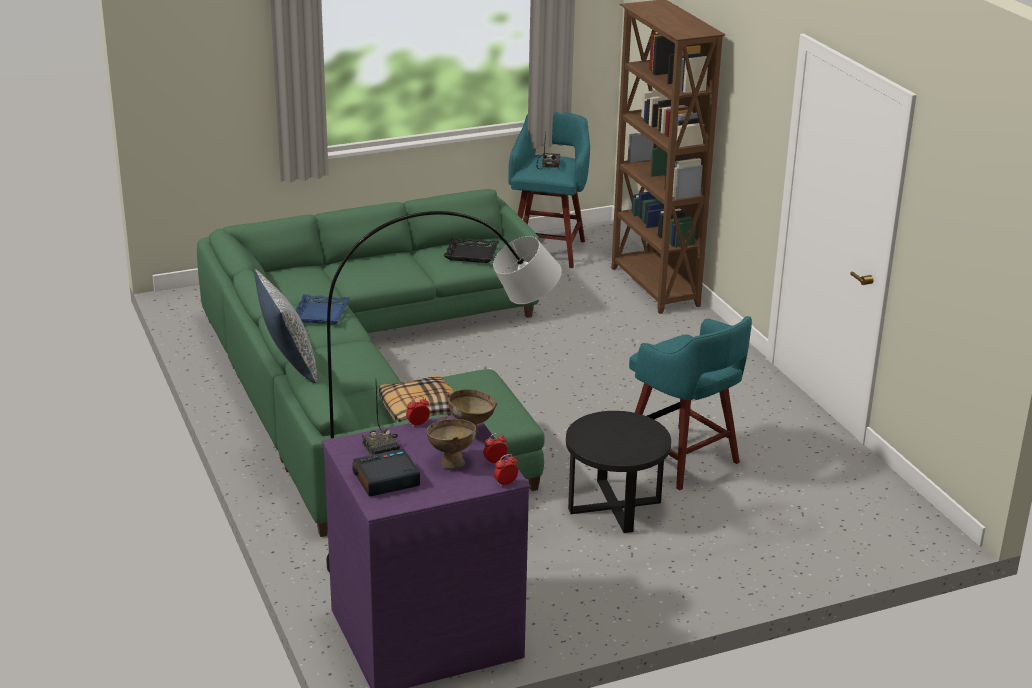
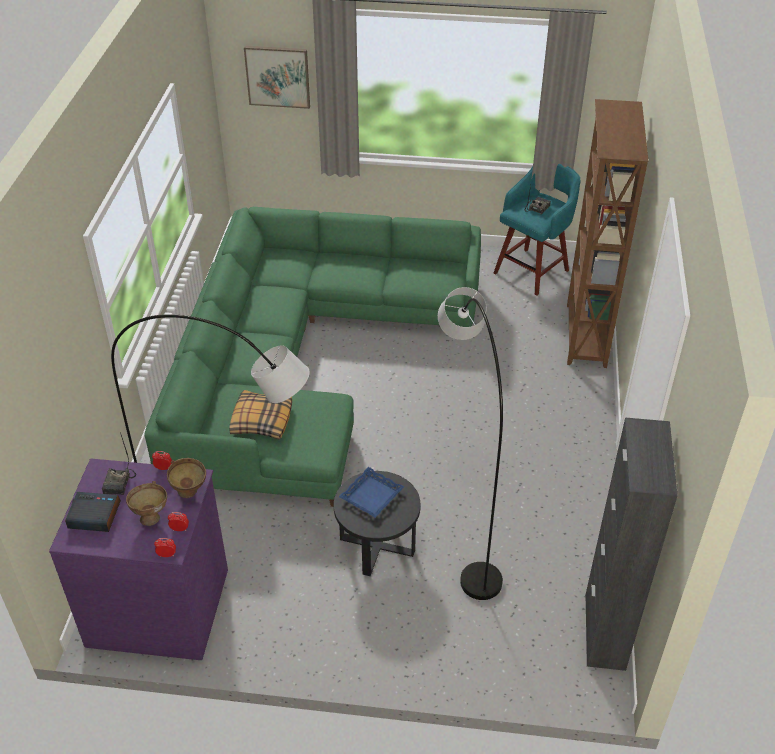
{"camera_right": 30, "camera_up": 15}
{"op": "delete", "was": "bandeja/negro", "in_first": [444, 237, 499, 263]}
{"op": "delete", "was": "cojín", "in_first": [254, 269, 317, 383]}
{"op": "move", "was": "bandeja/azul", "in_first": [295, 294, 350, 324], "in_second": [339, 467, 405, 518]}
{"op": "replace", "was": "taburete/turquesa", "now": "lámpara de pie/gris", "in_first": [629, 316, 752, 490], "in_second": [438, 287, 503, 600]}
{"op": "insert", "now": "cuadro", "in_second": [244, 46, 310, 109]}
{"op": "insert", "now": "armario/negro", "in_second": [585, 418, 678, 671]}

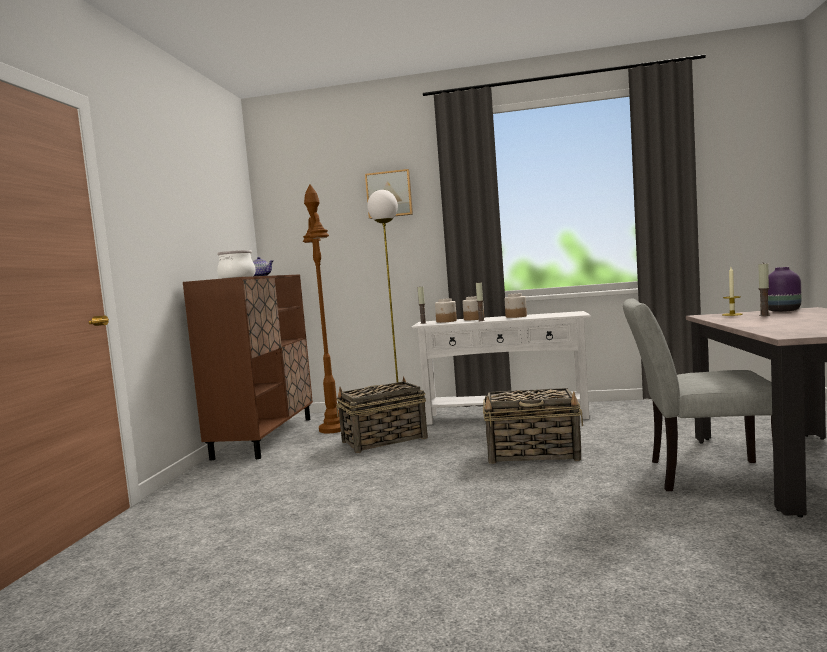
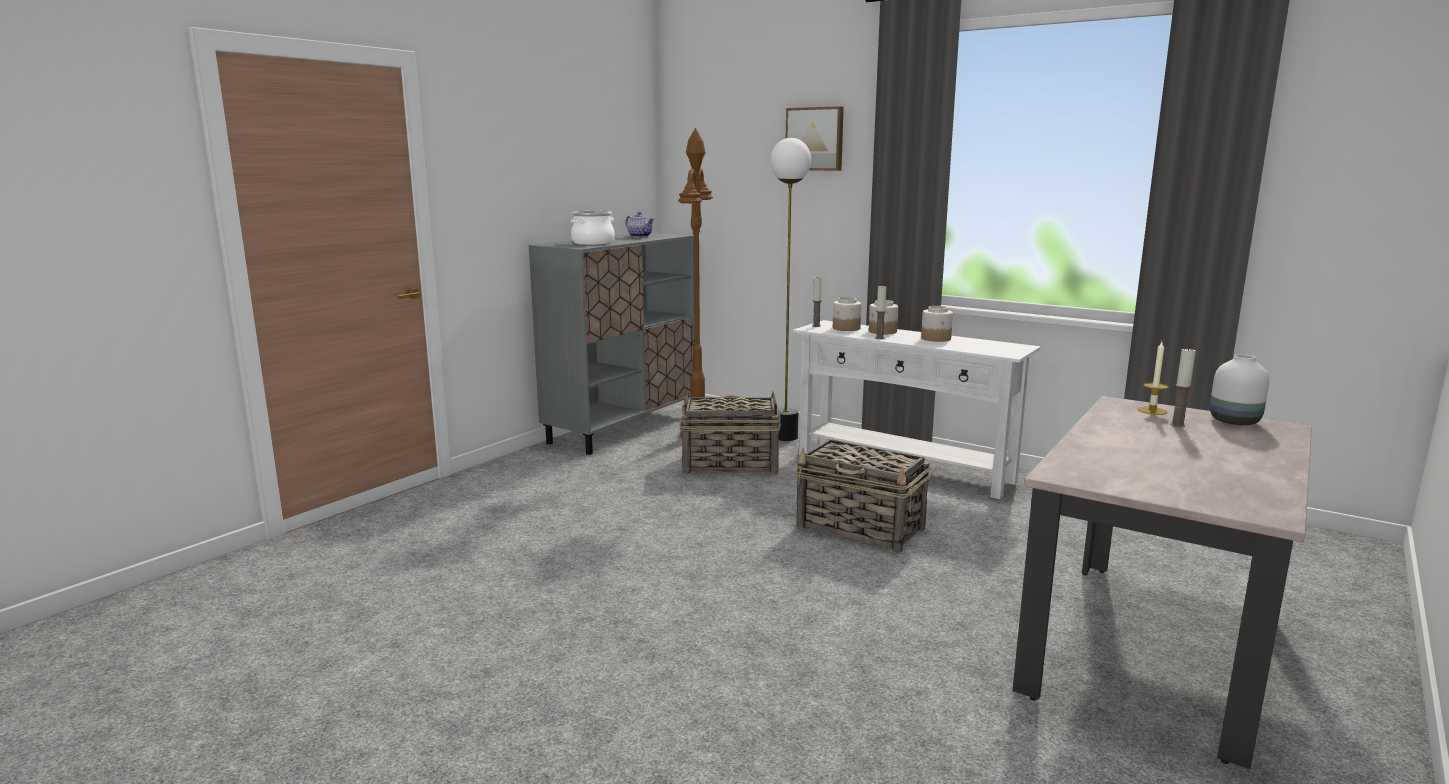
{"camera_right": 25, "camera_up": 10}
{"op": "recolor", "was": "florero/morado", "now": "florero/blanco", "in_first": [768, 267, 801, 312], "in_second": [1210, 354, 1269, 425]}
{"op": "recolor", "was": "armario/marrón", "now": "armario/gris", "in_first": [183, 274, 313, 461], "in_second": [529, 233, 695, 455]}
{"op": "delete", "was": "silla/gris", "in_first": [623, 298, 773, 491]}

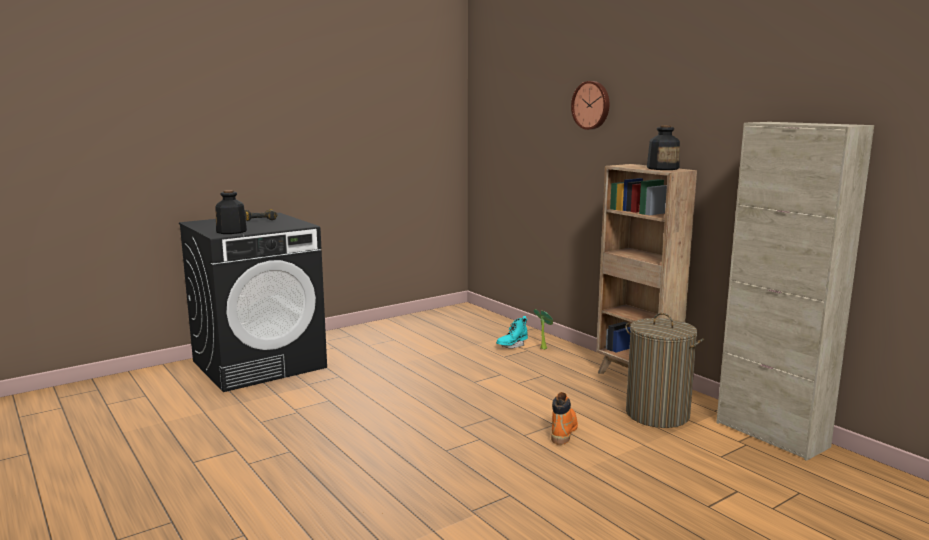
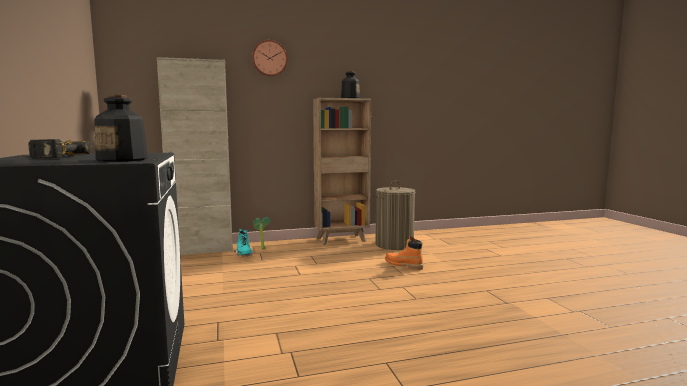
{"camera_right": -70, "camera_up": -5}
{"op": "move", "was": "armario/beis", "in_first": [716, 122, 874, 461], "in_second": [157, 57, 233, 255]}

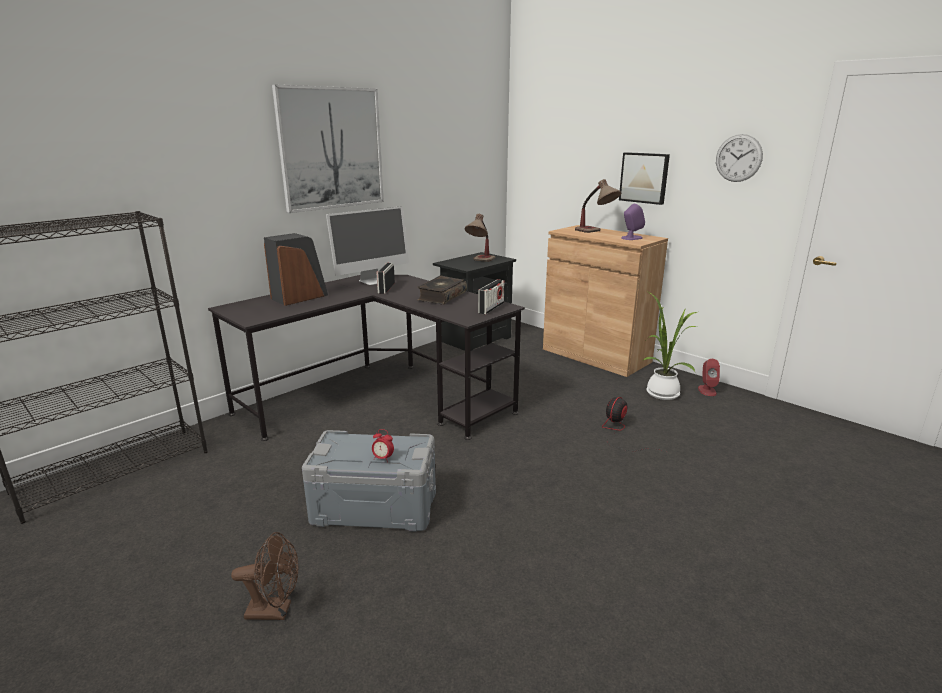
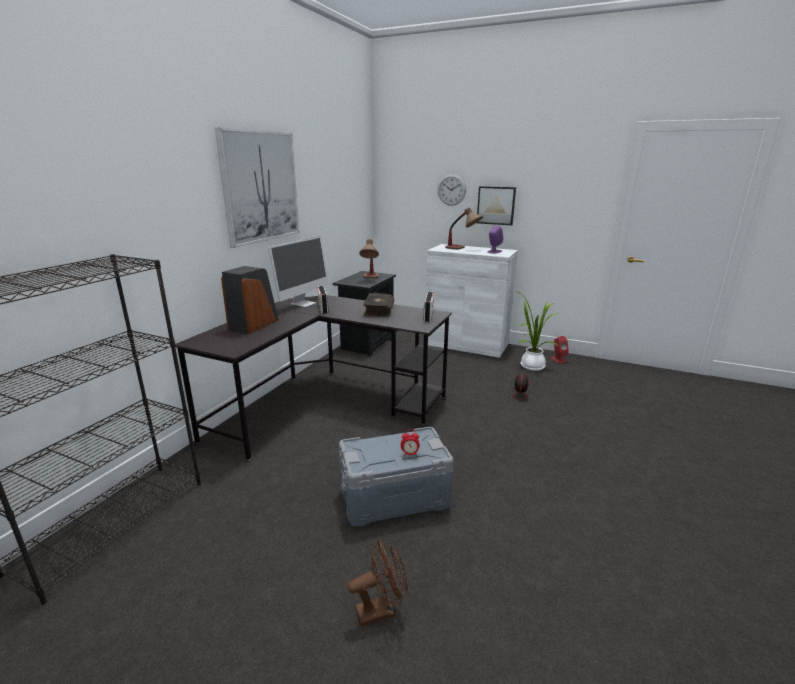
{"camera_right": -20, "camera_up": 0}
{"op": "move", "was": "reloj de pared", "in_first": [716, 134, 763, 182], "in_second": [438, 174, 466, 206]}
{"op": "recolor", "was": "armario/marrón", "now": "armario/blanco", "in_first": [543, 225, 668, 377], "in_second": [426, 244, 518, 358]}

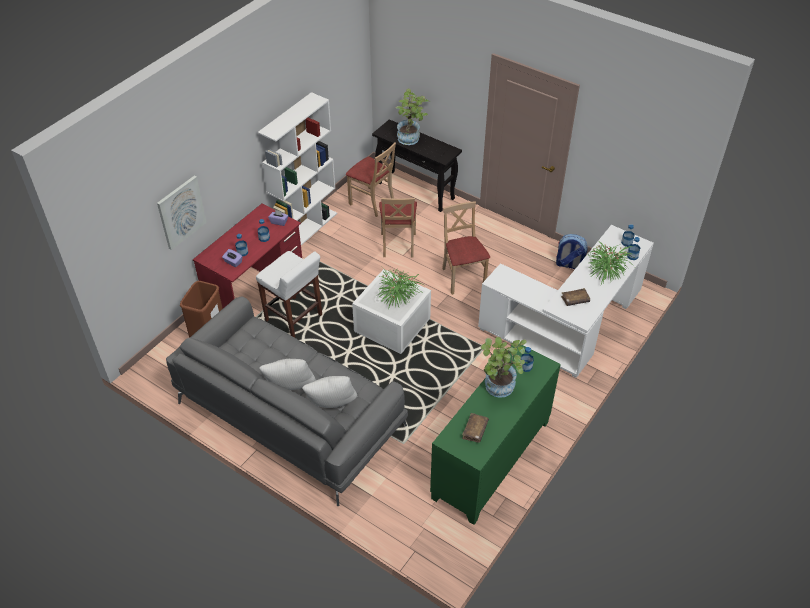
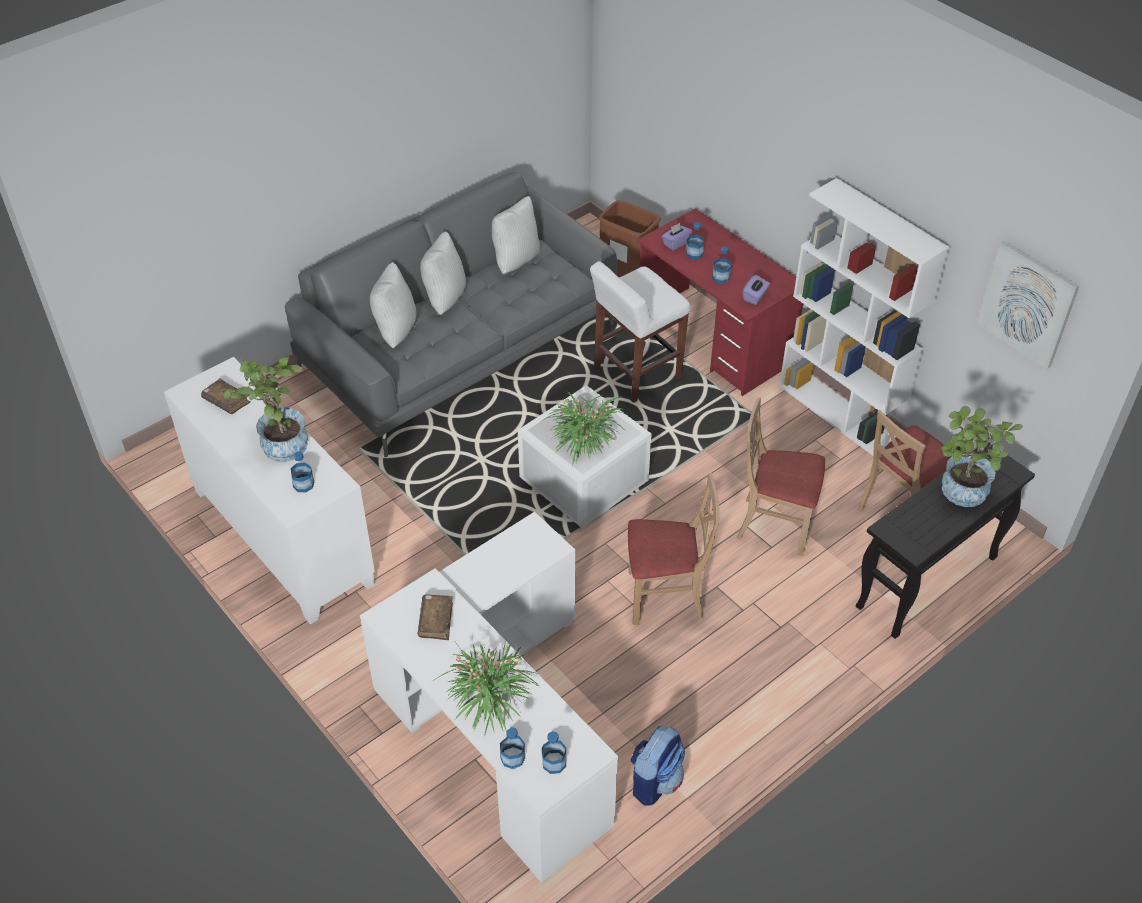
{"camera_right": 105, "camera_up": 0}
{"op": "move", "was": "cuadro", "in_first": [157, 176, 207, 250], "in_second": [977, 241, 1080, 369]}
{"op": "recolor", "was": "armario/verde", "now": "armario/blanco", "in_first": [430, 343, 561, 525], "in_second": [164, 357, 375, 625]}
{"op": "insert", "now": "cojín/blanco", "in_second": [492, 196, 540, 274]}

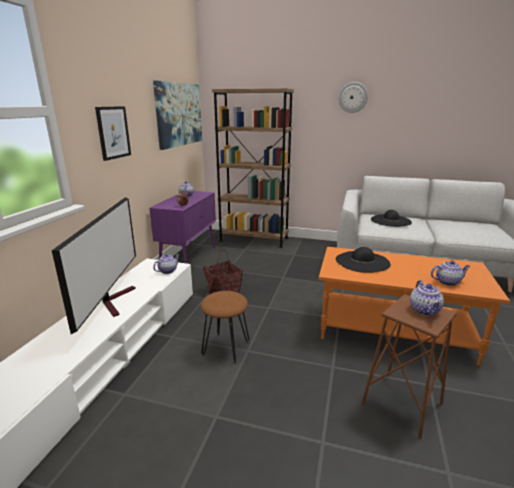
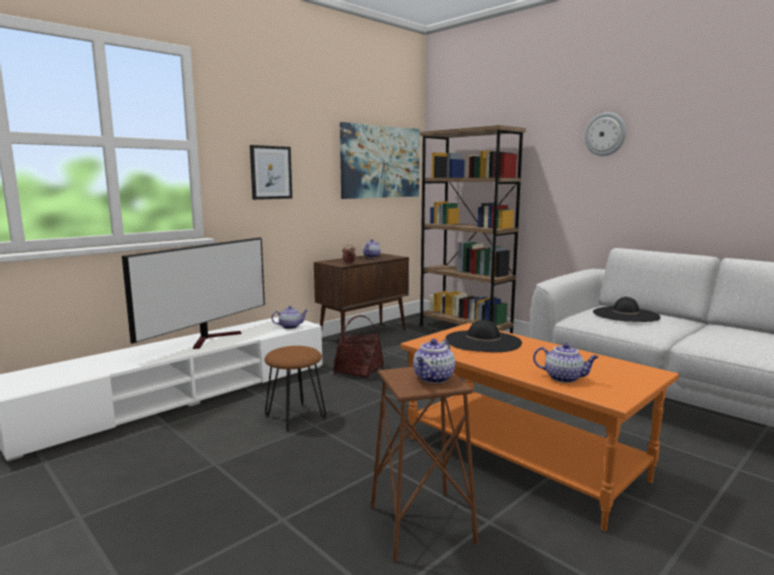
{"camera_right": 30, "camera_up": -10}
{"op": "recolor", "was": "armario/morado", "now": "armario/marrón", "in_first": [149, 191, 216, 263], "in_second": [314, 253, 409, 344]}

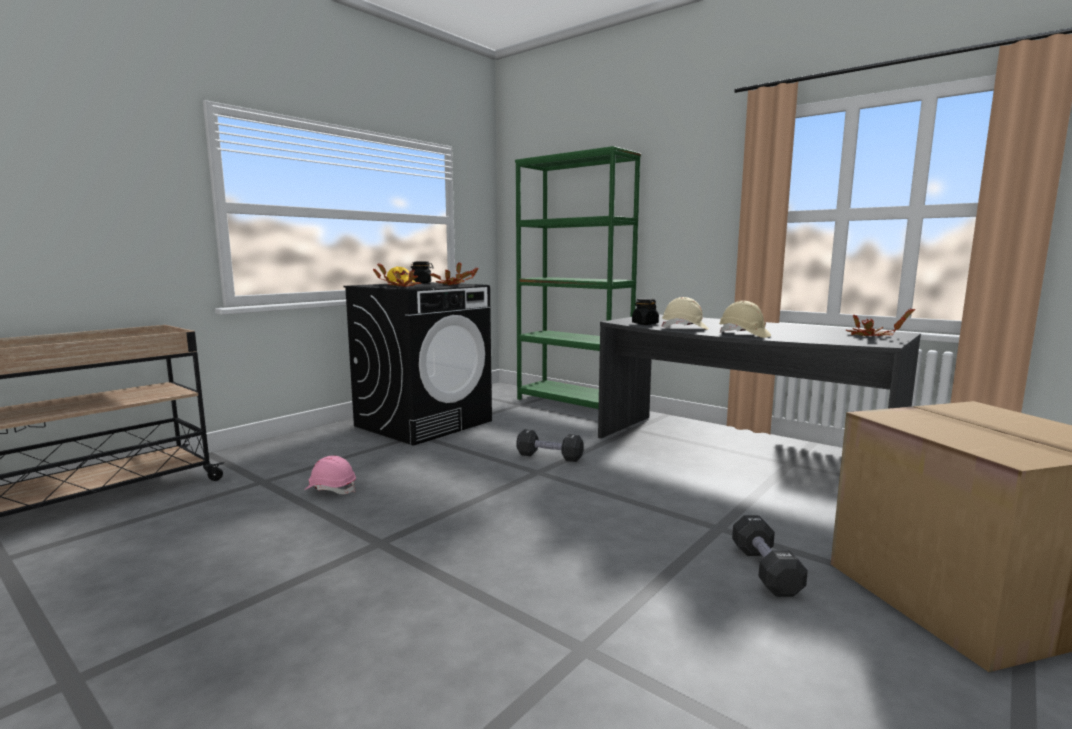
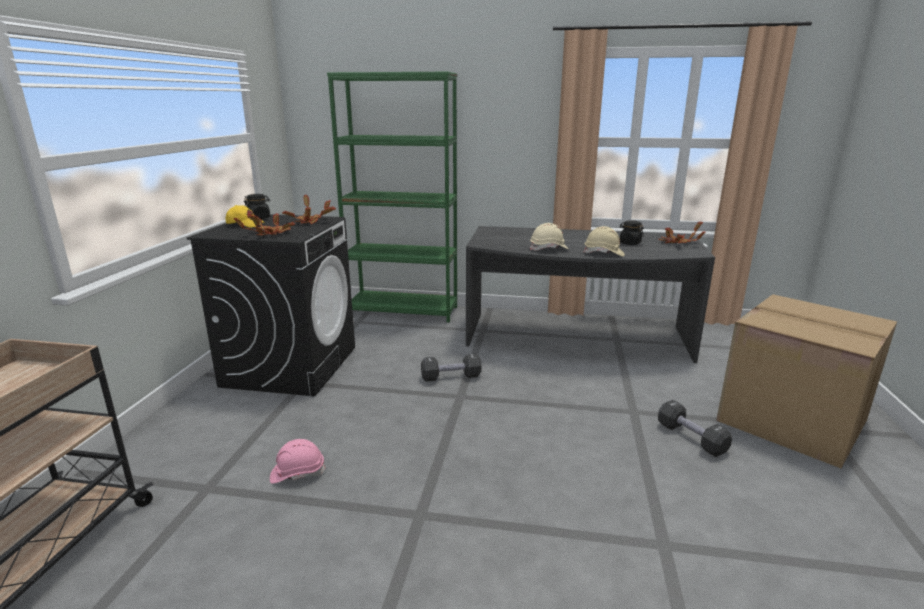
{"camera_right": -30, "camera_up": 10}
{"op": "move", "was": "tarro/negro", "in_first": [632, 298, 659, 325], "in_second": [619, 220, 644, 245]}

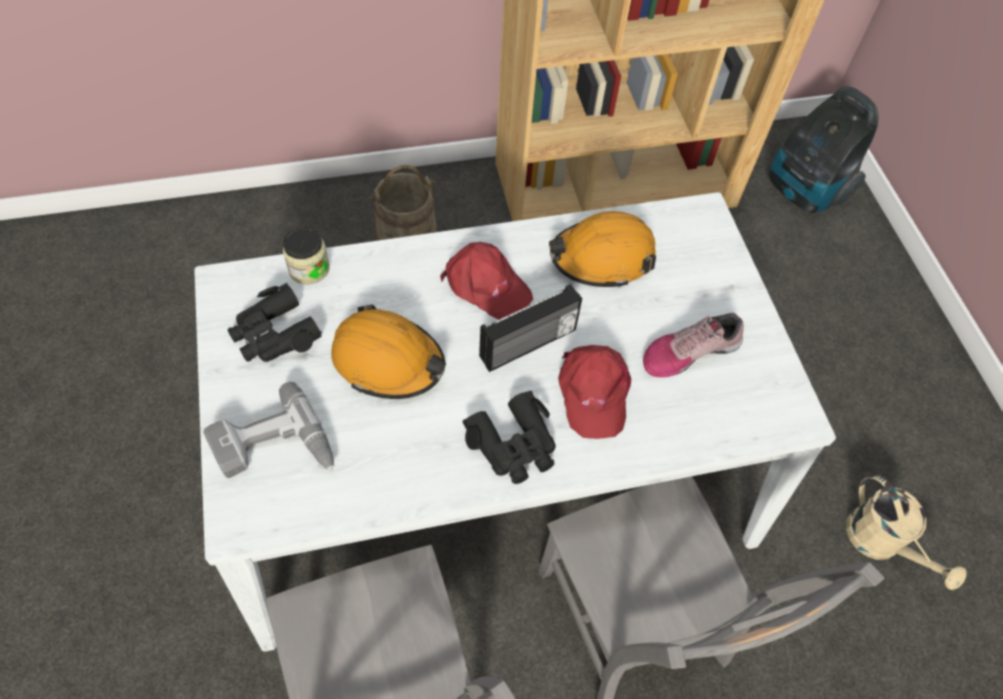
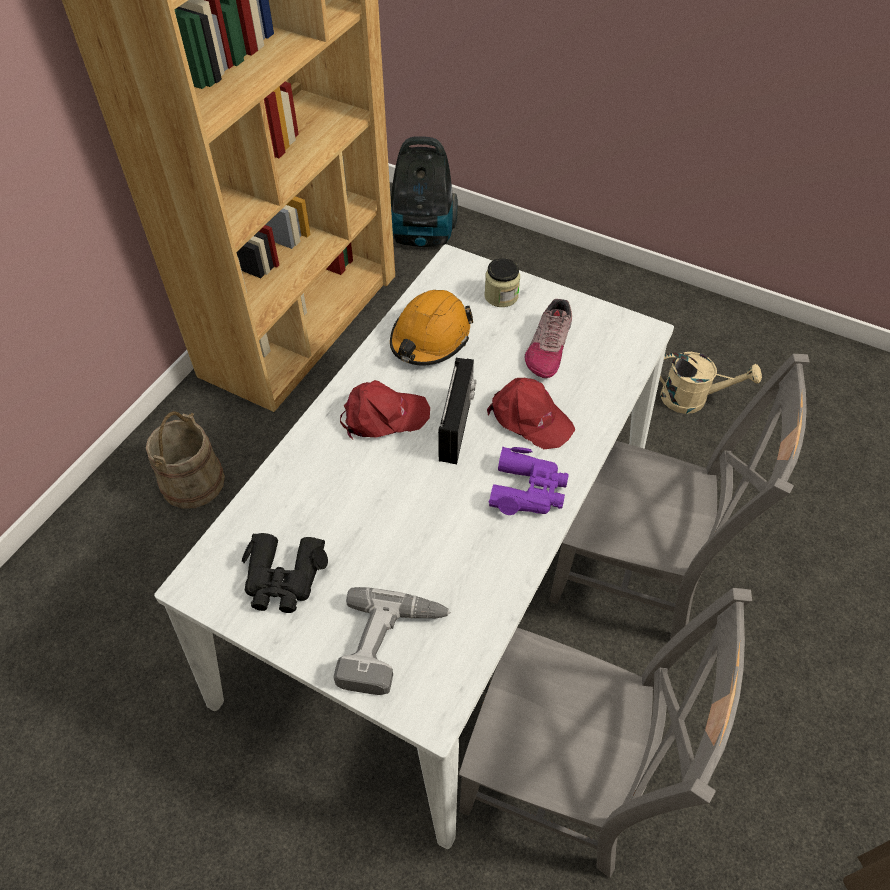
{"camera_right": -45, "camera_up": -5}
{"op": "move", "was": "tarro", "in_first": [283, 227, 330, 284], "in_second": [485, 258, 520, 307]}
{"op": "delete", "was": "casco/naranja", "in_first": [331, 304, 446, 399]}
{"op": "recolor", "was": "prismáticos/negro", "now": "prismáticos/morado", "in_first": [463, 390, 556, 484], "in_second": [489, 447, 569, 515]}

